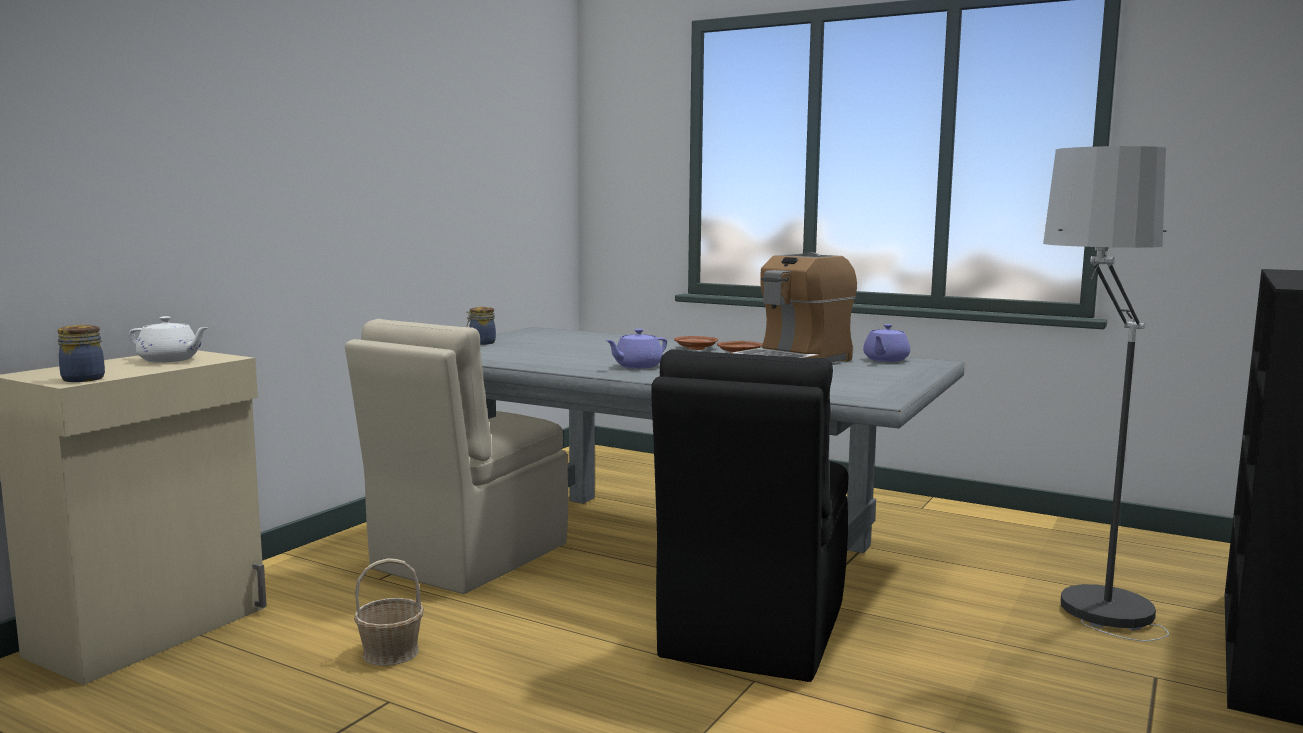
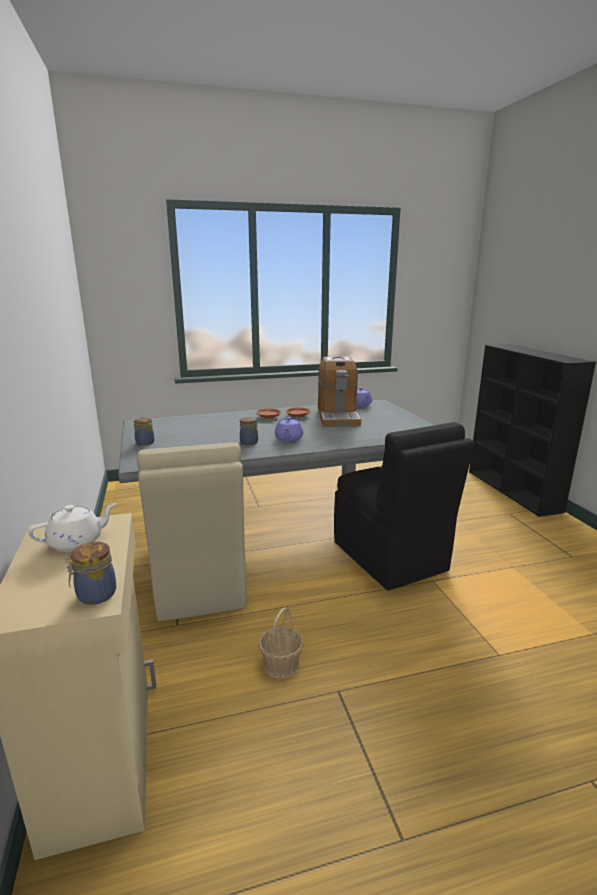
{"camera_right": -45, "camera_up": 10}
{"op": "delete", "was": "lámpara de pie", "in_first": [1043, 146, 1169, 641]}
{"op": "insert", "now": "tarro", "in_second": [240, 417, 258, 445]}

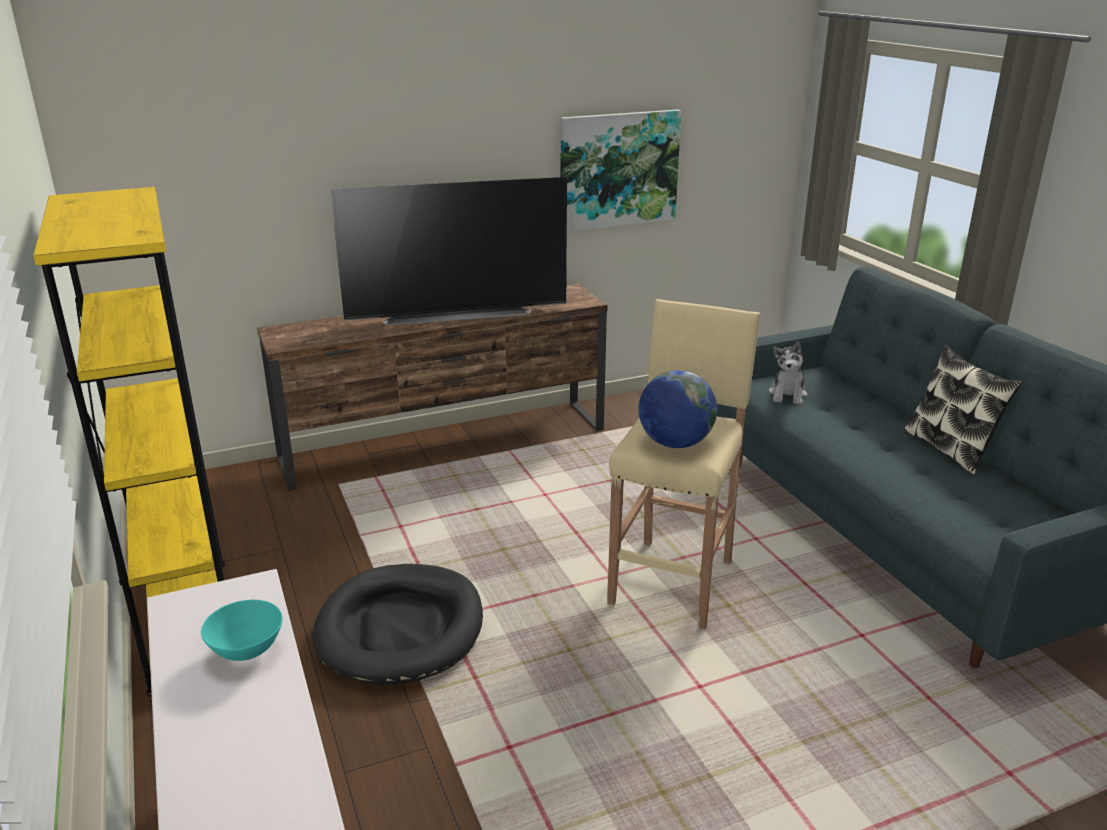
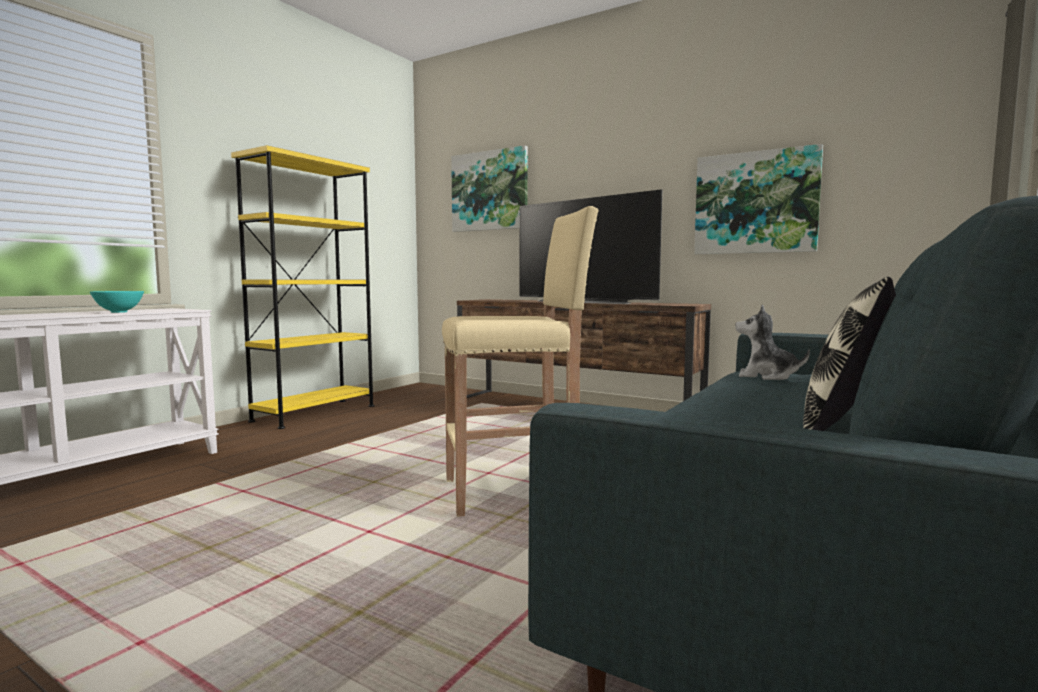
{"camera_right": 55, "camera_up": -20}
{"op": "rotate", "was": "peluche", "in_first": [769, 341, 807, 405], "in_second": [735, 305, 810, 380], "clockwise": 45}
{"op": "delete", "was": "globo terráqueo", "in_first": [639, 370, 717, 448]}
{"op": "delete", "was": "cama para perro/negro", "in_first": [313, 564, 483, 686]}
{"op": "insert", "now": "cuadro", "in_second": [451, 145, 528, 232]}

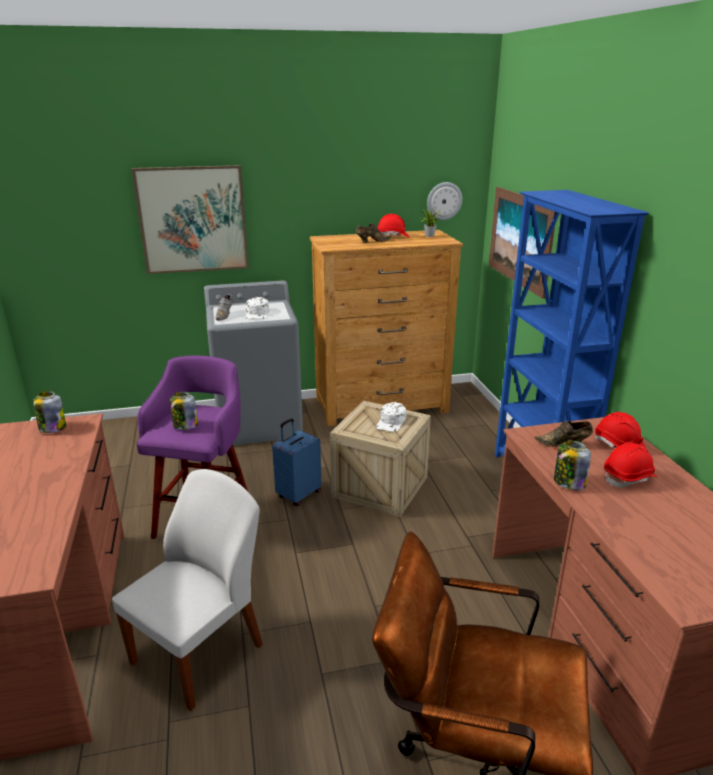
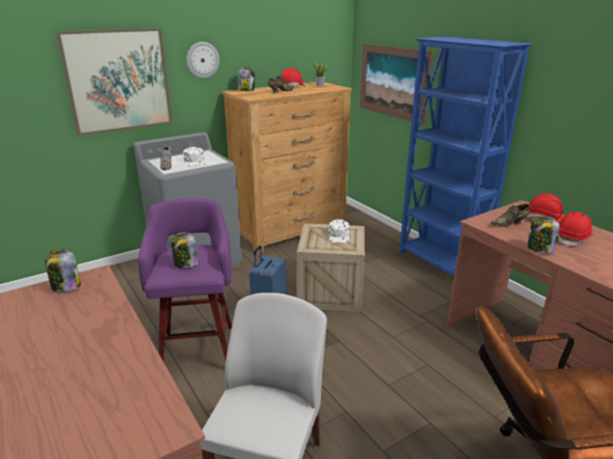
{"camera_right": -20, "camera_up": 0}
{"op": "move", "was": "reloj de pared", "in_first": [427, 182, 462, 220], "in_second": [187, 42, 220, 78]}
{"op": "insert", "now": "tarro", "in_second": [238, 67, 255, 91]}

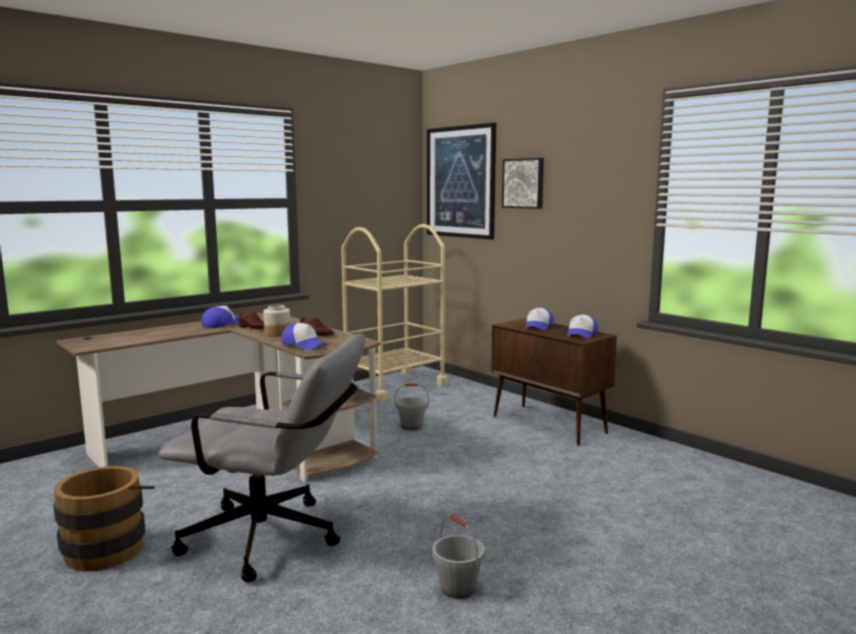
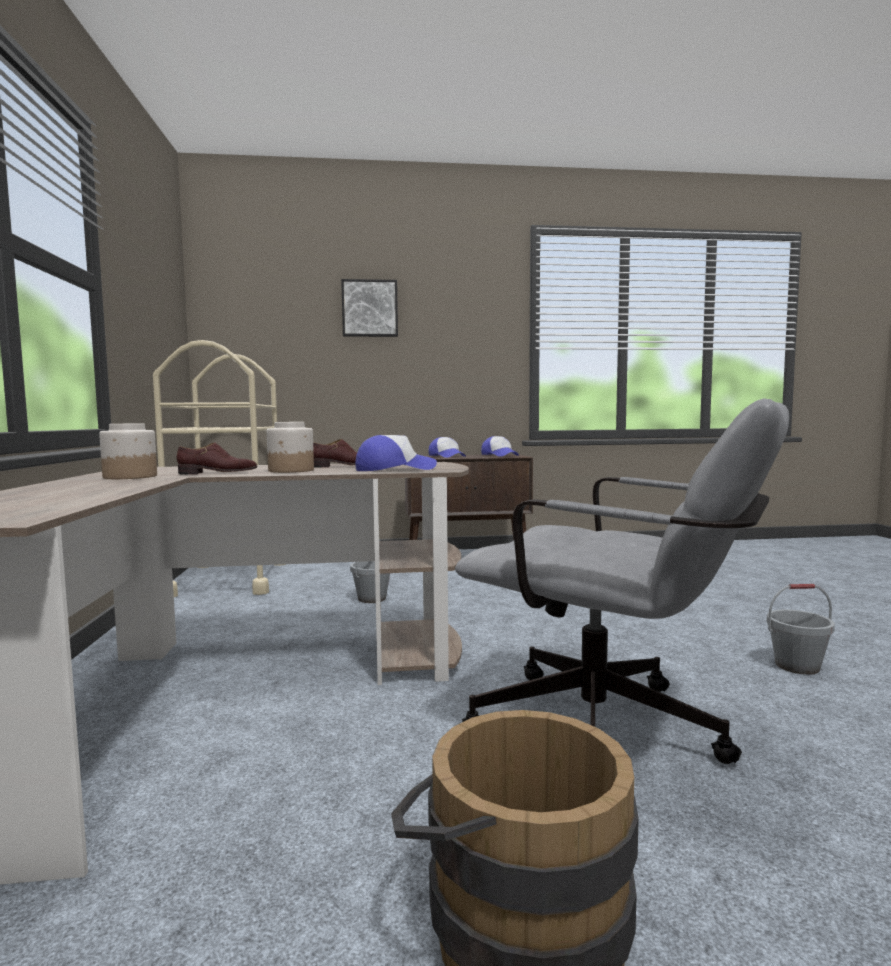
{"camera_right": -55, "camera_up": -5}
{"op": "delete", "was": "cuadro", "in_first": [427, 123, 496, 240]}
{"op": "replace", "was": "gorra", "now": "tarro", "in_first": [202, 306, 239, 328], "in_second": [99, 423, 157, 479]}
{"op": "rotate", "was": "silla de oficina/gris", "in_first": [158, 333, 365, 582], "in_second": [455, 398, 789, 764], "clockwise": 75}

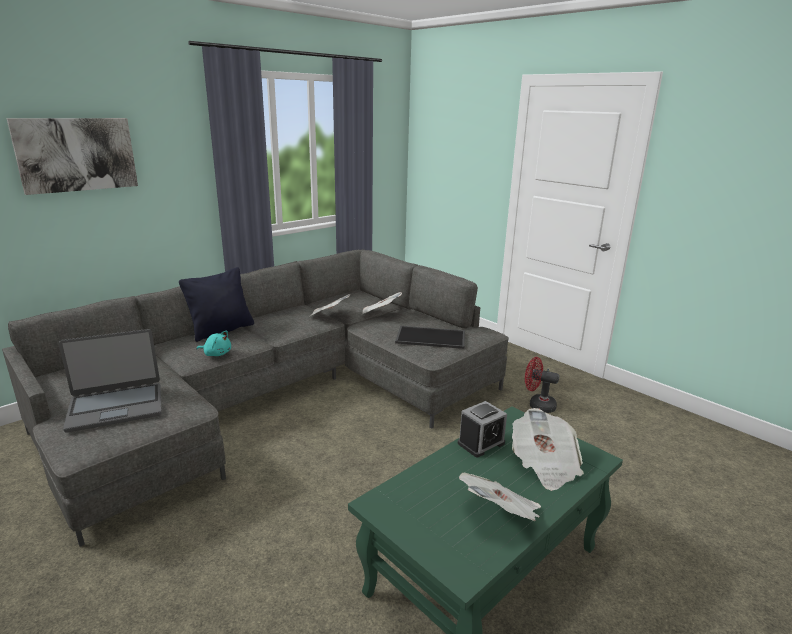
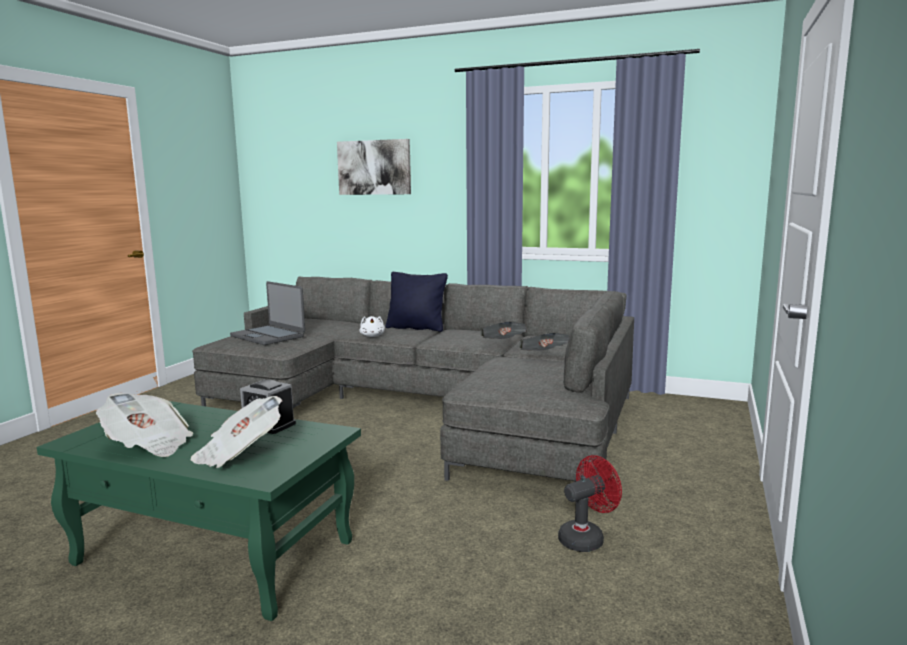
{"camera_right": 65, "camera_up": -10}
{"op": "delete", "was": "bandeja", "in_first": [395, 326, 465, 349]}
{"op": "recolor", "was": "peluche/turquesa", "now": "peluche/blanco", "in_first": [197, 330, 231, 356], "in_second": [359, 316, 385, 337]}
{"op": "rotate", "was": "ventilador/rojo", "in_first": [525, 357, 559, 413], "in_second": [558, 455, 622, 552], "clockwise": 60}

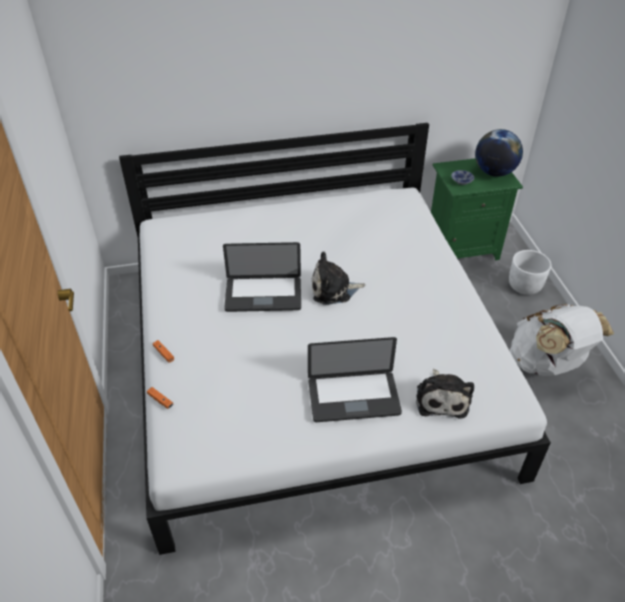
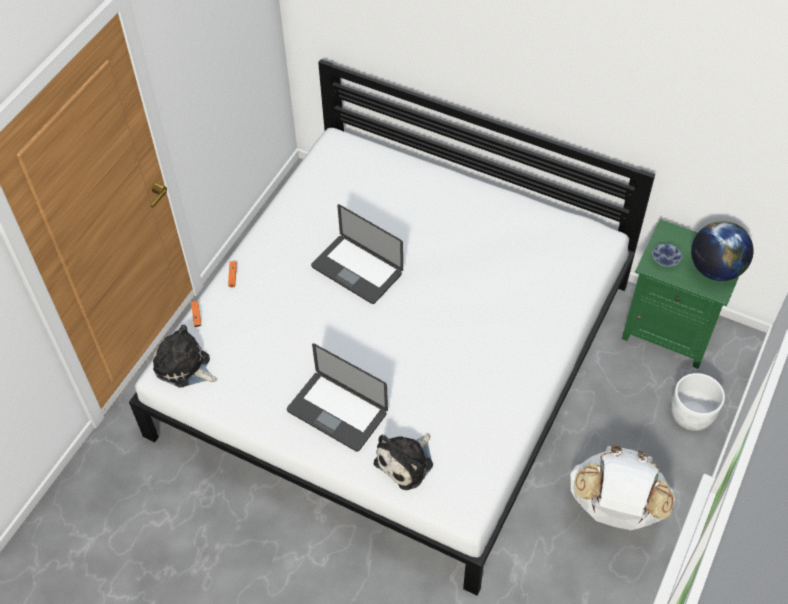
{"camera_right": 40, "camera_up": 10}
{"op": "move", "was": "peluche", "in_first": [312, 252, 365, 305], "in_second": [153, 325, 217, 388]}

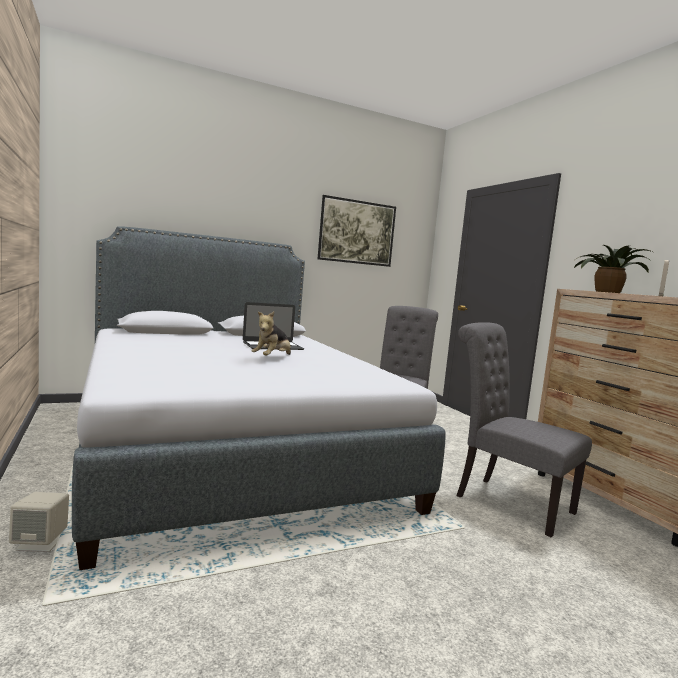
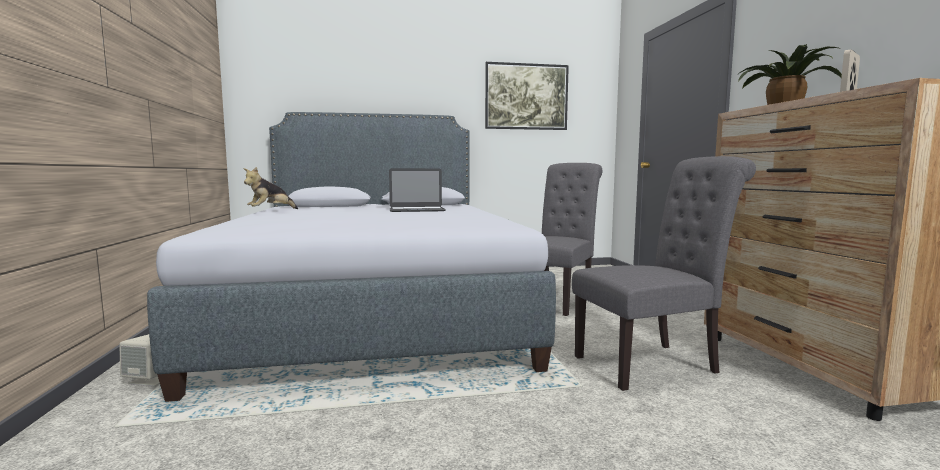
{"camera_right": 15, "camera_up": 0}
{"op": "move", "was": "peluche", "in_first": [251, 312, 291, 356], "in_second": [244, 167, 298, 209]}
{"op": "rotate", "was": "silla/gris", "in_first": [456, 322, 592, 537], "in_second": [572, 156, 756, 391], "clockwise": 105}

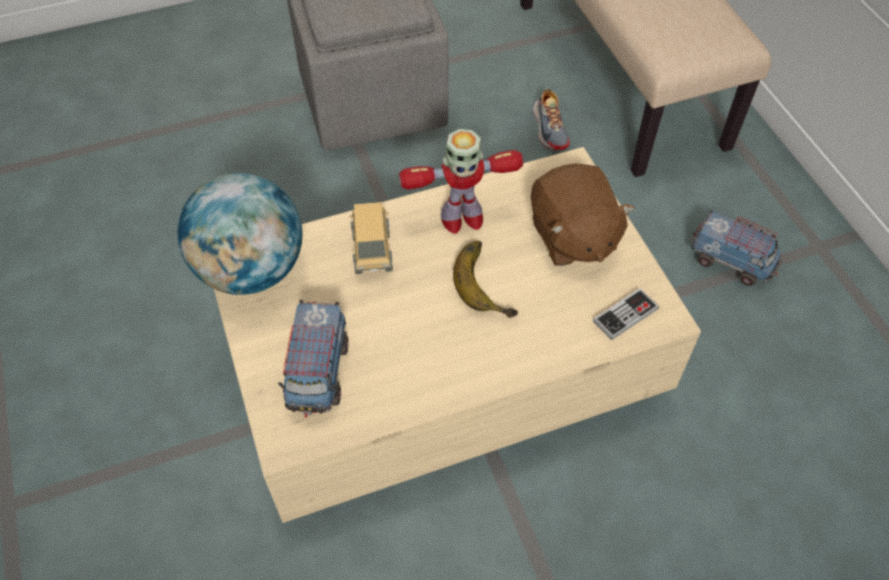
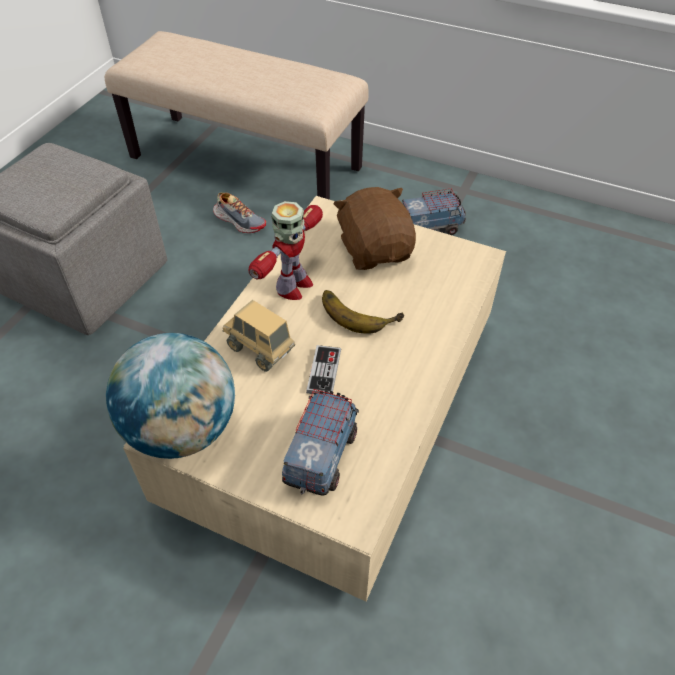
{"camera_right": -45, "camera_up": -5}
{"op": "rotate", "was": "peluche/marrón", "in_first": [531, 164, 635, 266], "in_second": [333, 187, 416, 270], "clockwise": -135}
{"op": "move", "was": "mando de consola", "in_first": [593, 288, 659, 340], "in_second": [306, 345, 341, 394]}
{"op": "rotate", "was": "camión de juguete", "in_first": [278, 300, 349, 418], "in_second": [282, 389, 359, 496], "clockwise": -120}

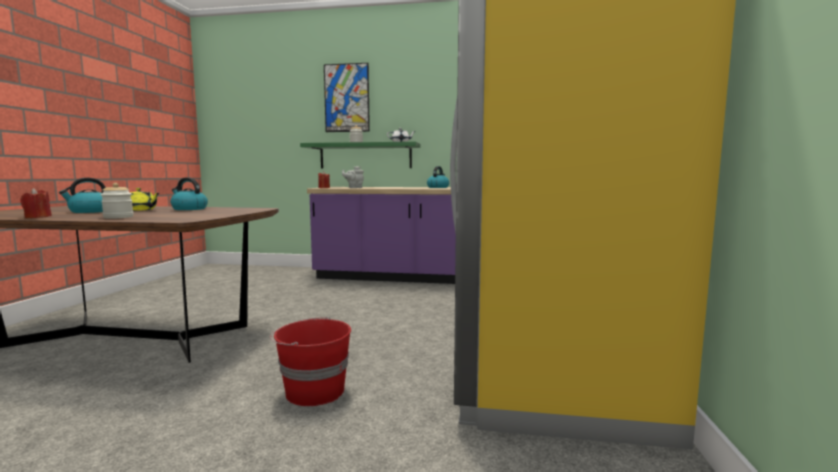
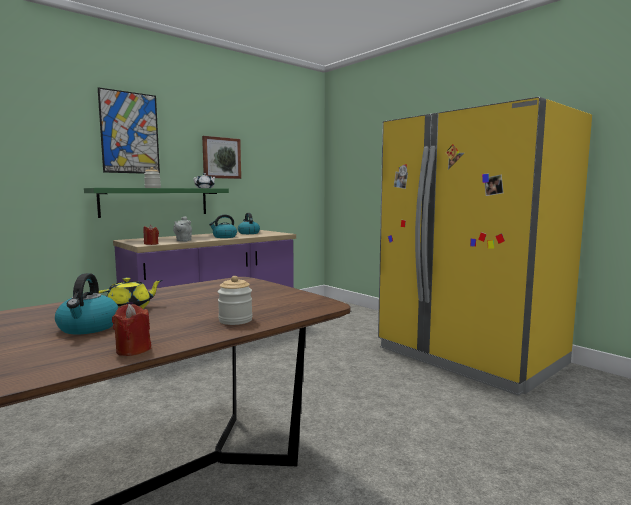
{"camera_right": -50, "camera_up": 0}
{"op": "move", "was": "hervidor", "in_first": [170, 177, 208, 210], "in_second": [209, 214, 237, 238]}
{"op": "delete", "was": "cubo/rojo", "in_first": [270, 317, 351, 406]}
{"op": "insert", "now": "cuadro", "in_second": [202, 136, 241, 179]}

